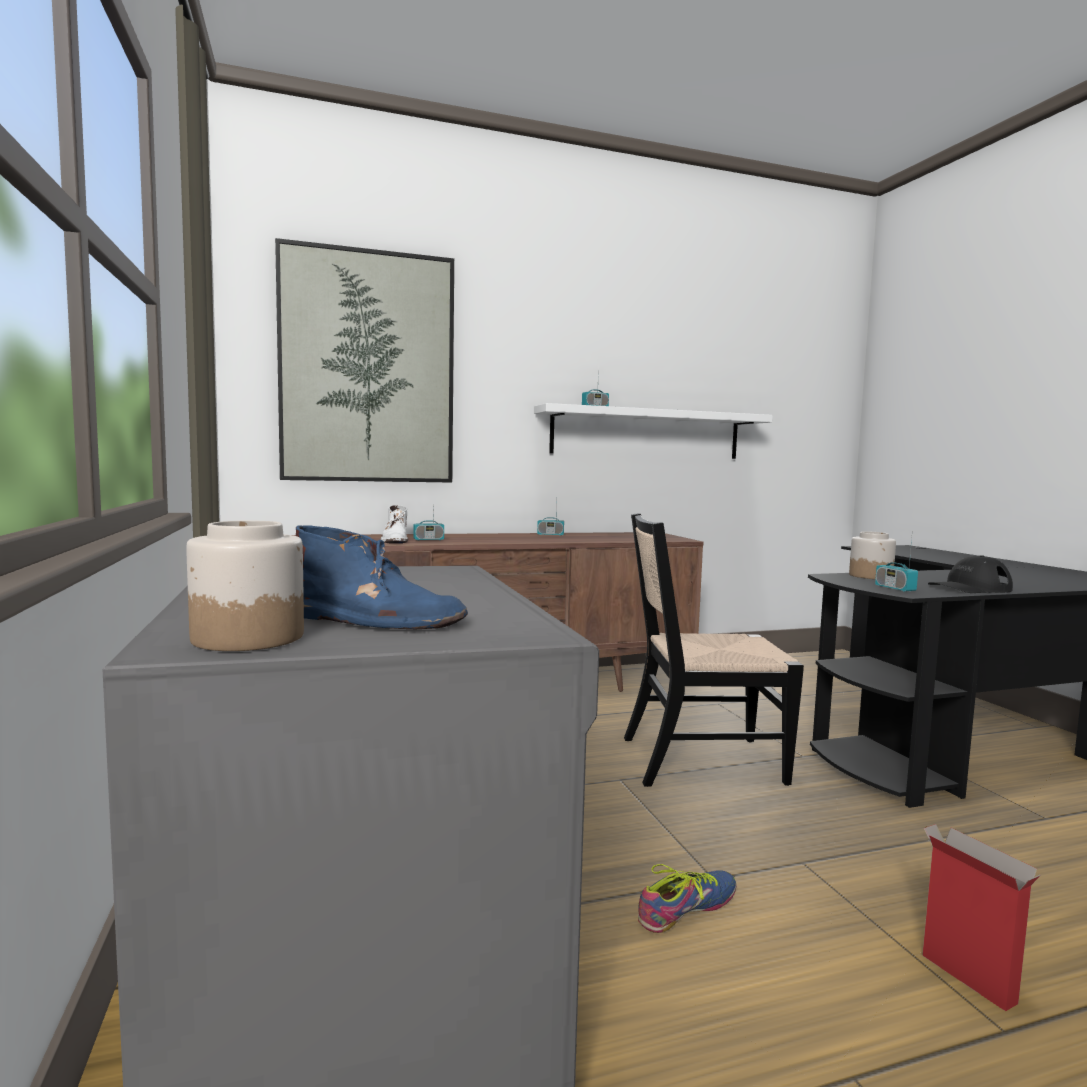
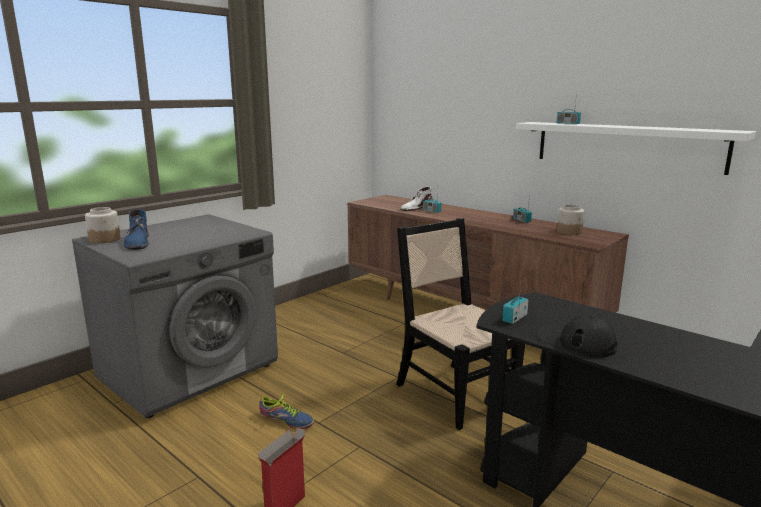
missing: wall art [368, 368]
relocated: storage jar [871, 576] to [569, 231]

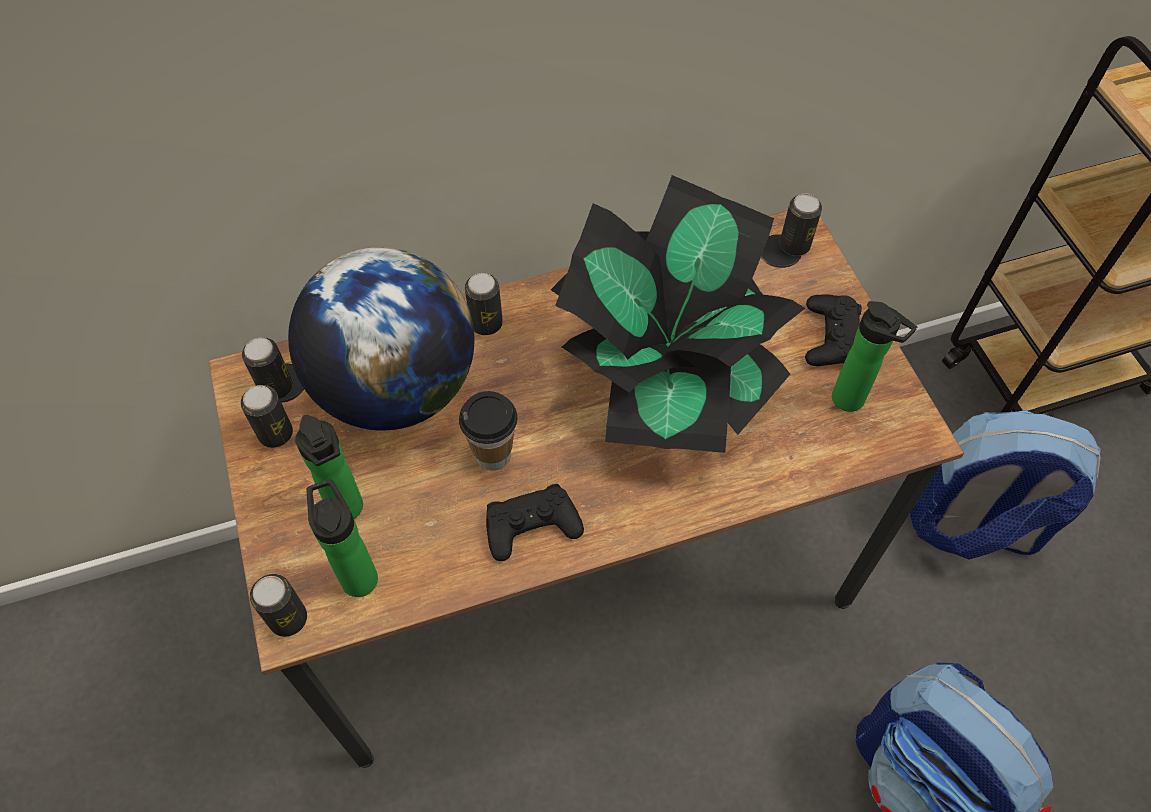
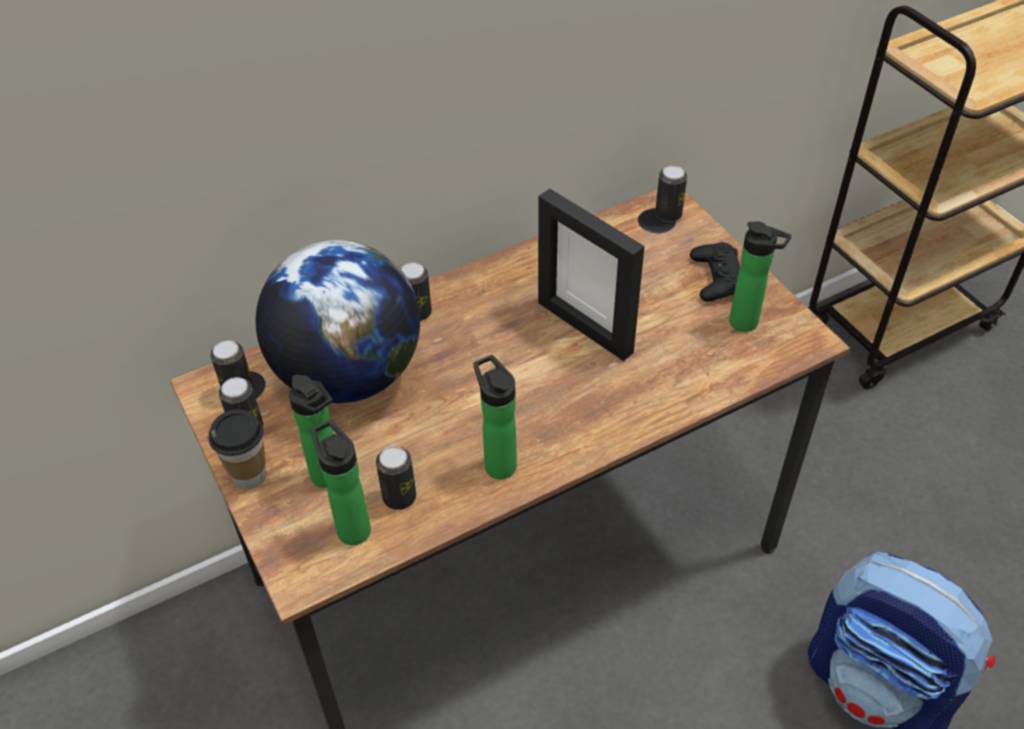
missing: backpack [971, 524]
relocated: cup [493, 455] to [249, 475]; metal can [288, 619] to [399, 497]
exchanged: joypad/black-coloured [532, 526] to drink bottle [498, 463]; plant in a pot [668, 372] to picture frame [586, 326]

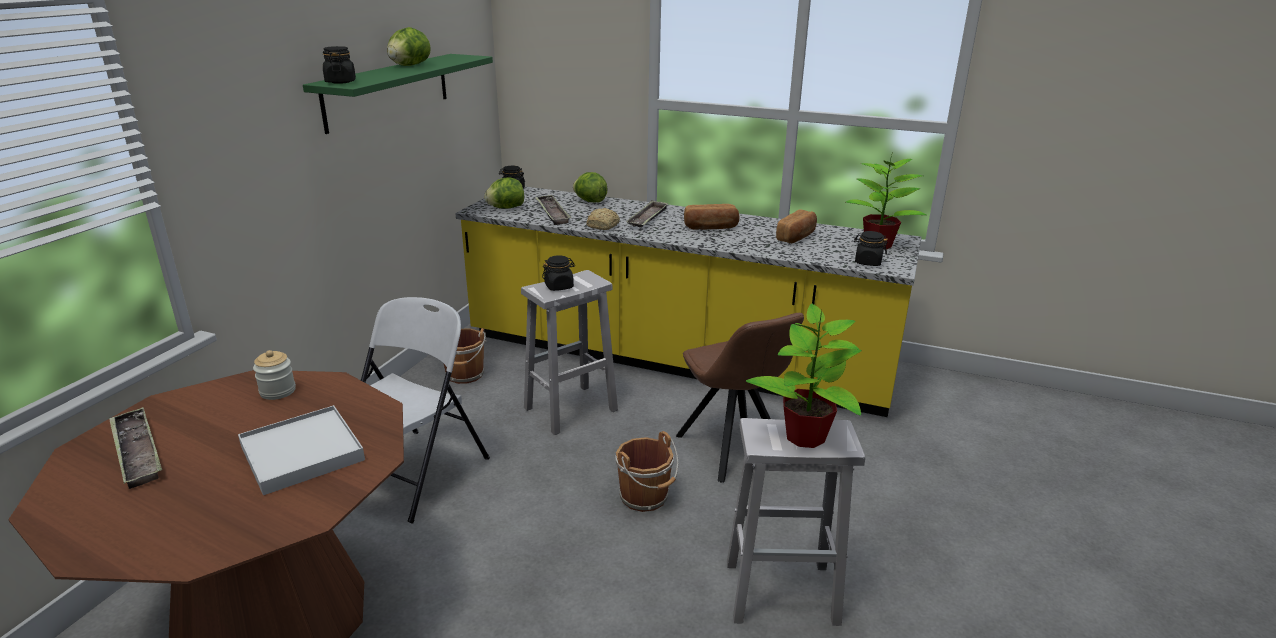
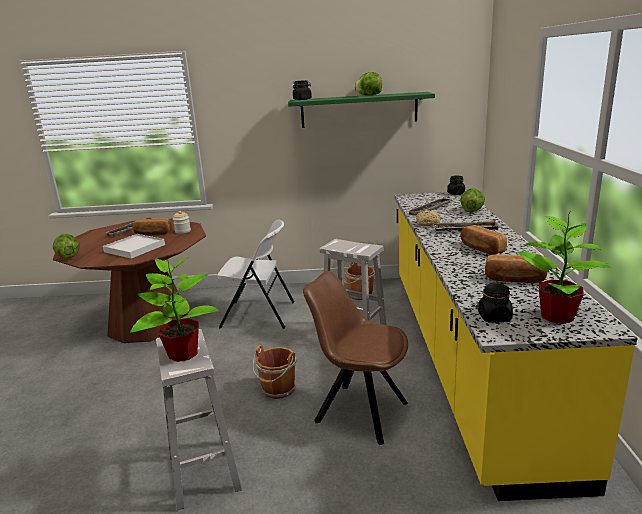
missing: storage jar/black-coloured [559, 286]
appeared: bread [152, 234]
relocated: lettuce [506, 208] to [68, 257]
spun: chair/brownish [732, 449] = [360, 412] 75 degrees clockwise

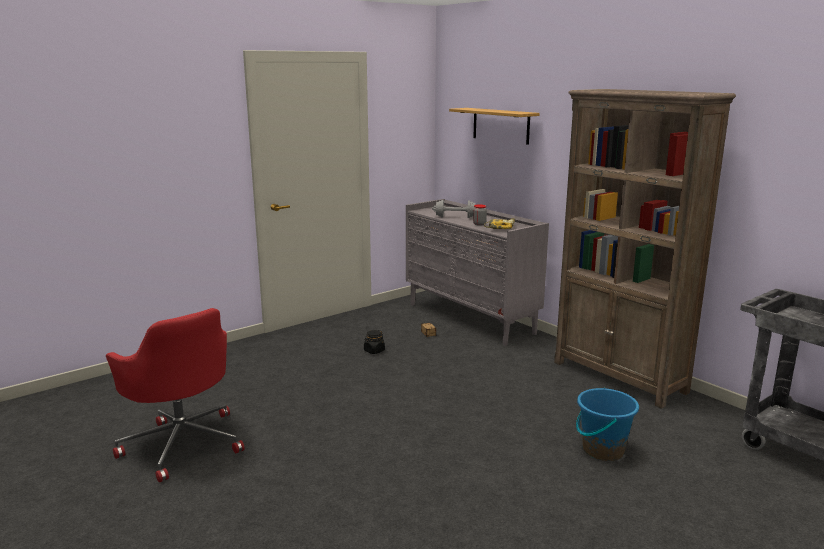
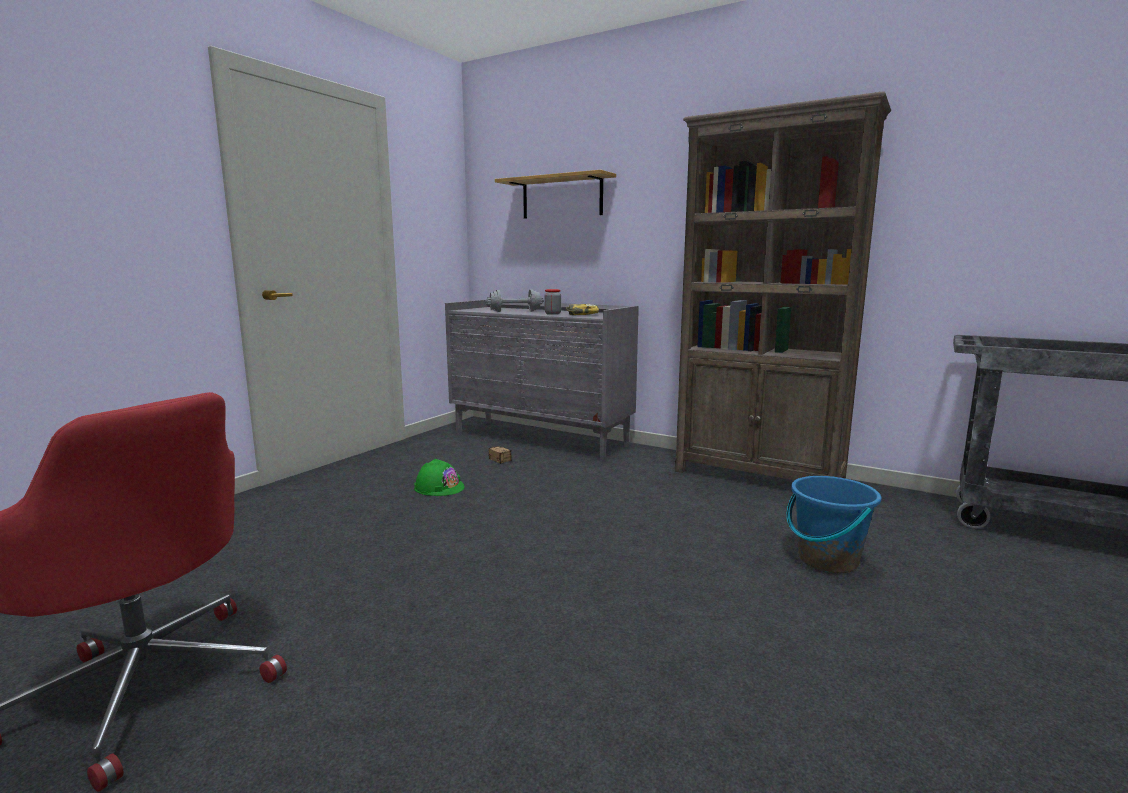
exchanged: storage jar/black-coloured [374, 351] to work helmet/green-coloured [439, 487]

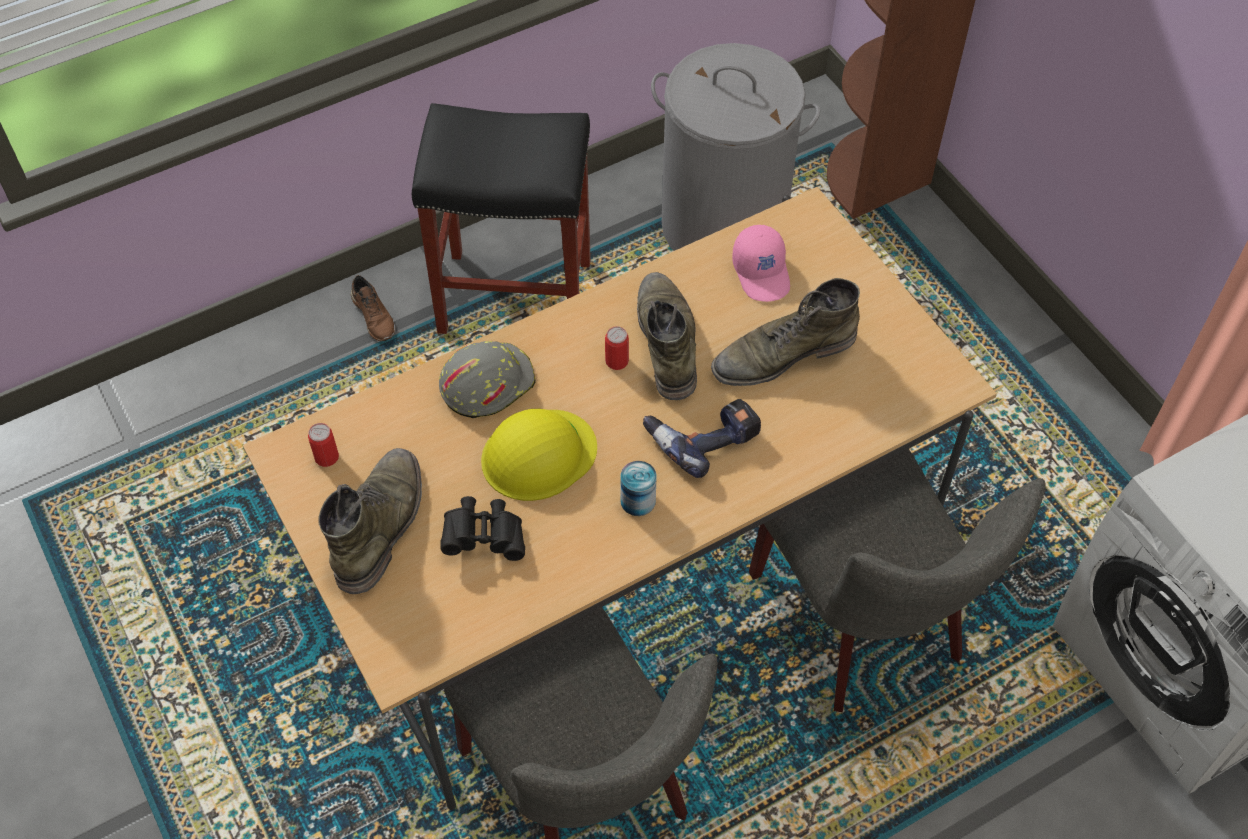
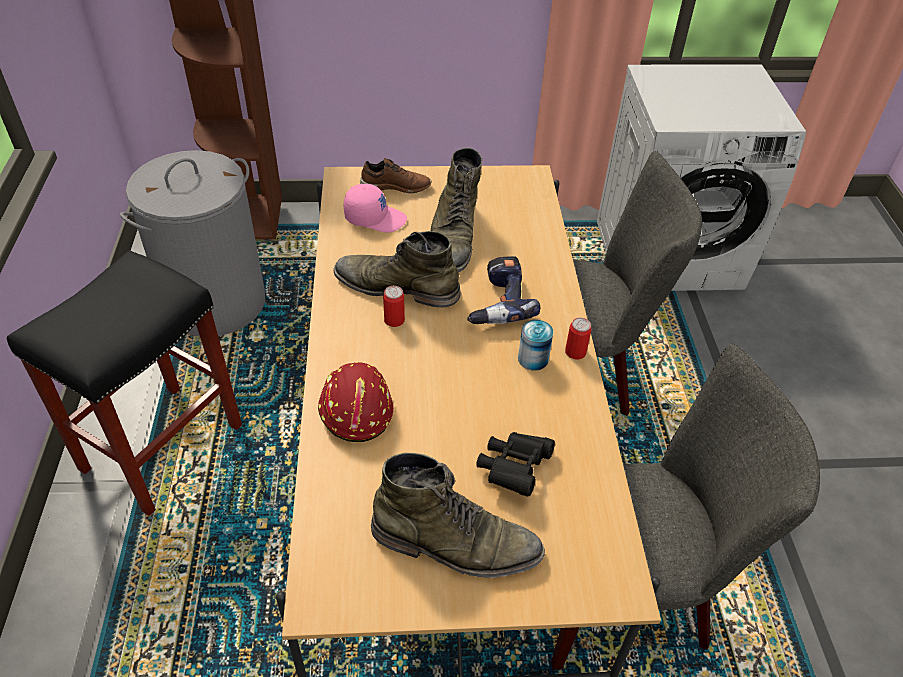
missing: work helmet/yellow [538, 455]
relocated: item of footwear/brownish [374, 316] to [396, 186]; metal can [326, 457] to [575, 352]
colour: work helmet/gray [486, 383] to work helmet/reddish [355, 407]
spun: tall boot/green-coloured [380, 525] = [456, 544] 150 degrees clockwise

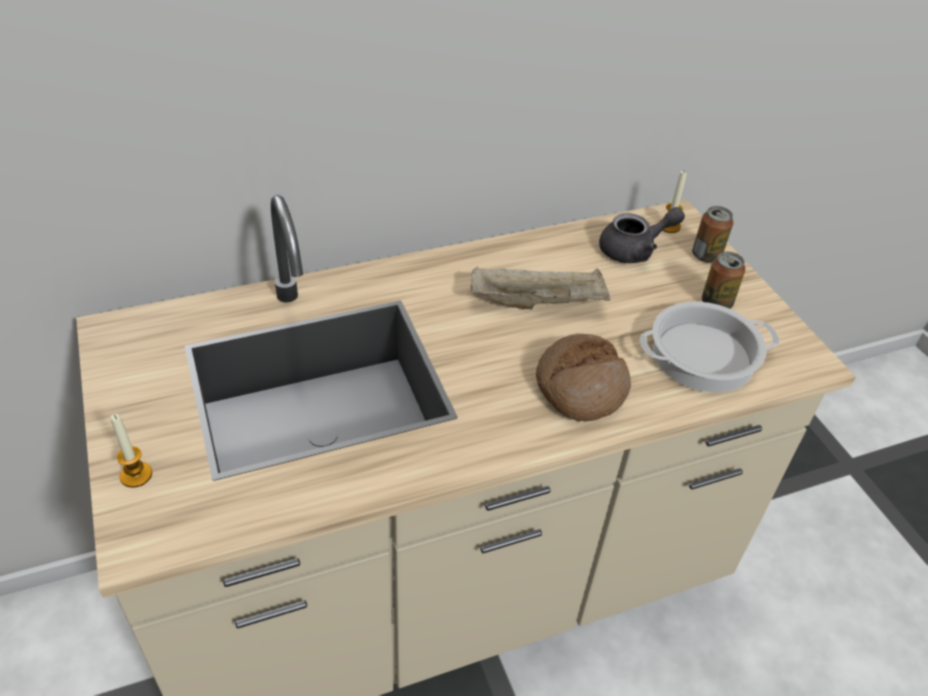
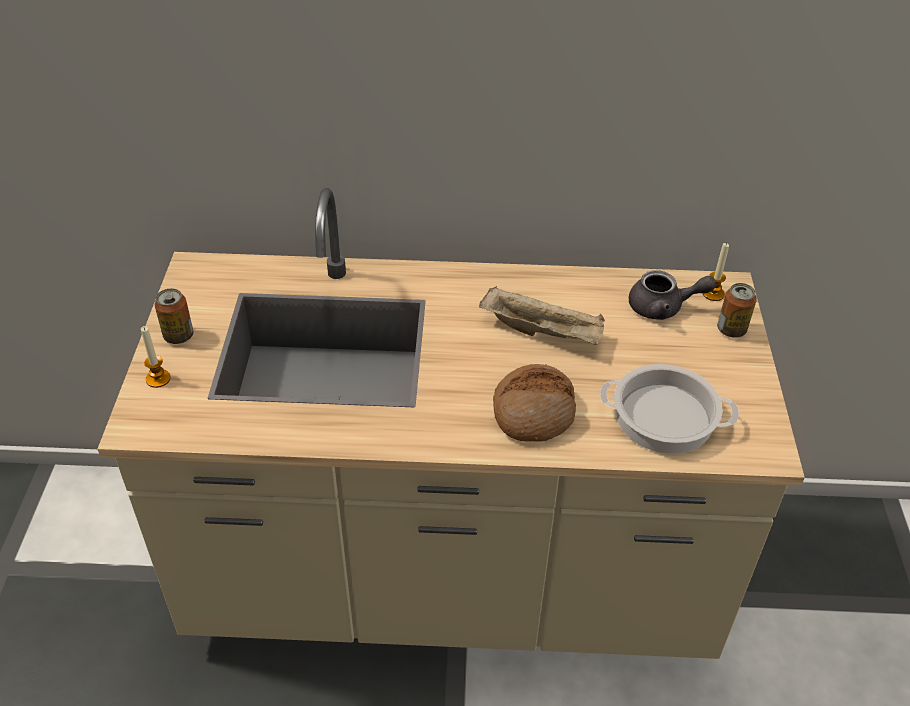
relocated: metal can [716, 303] to [178, 336]

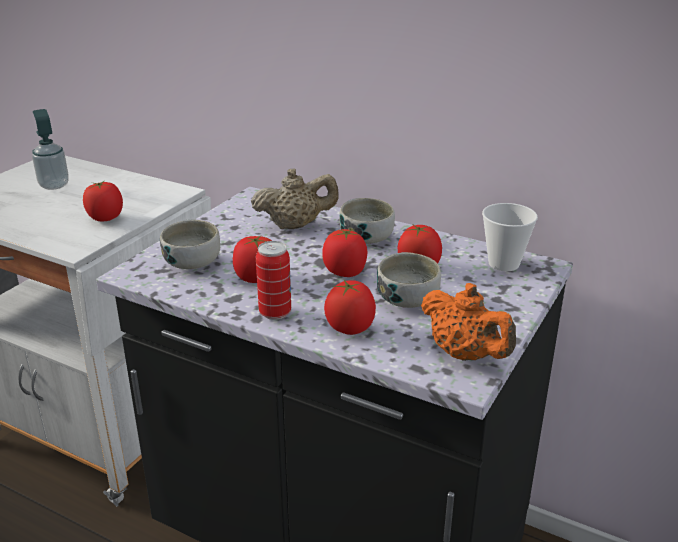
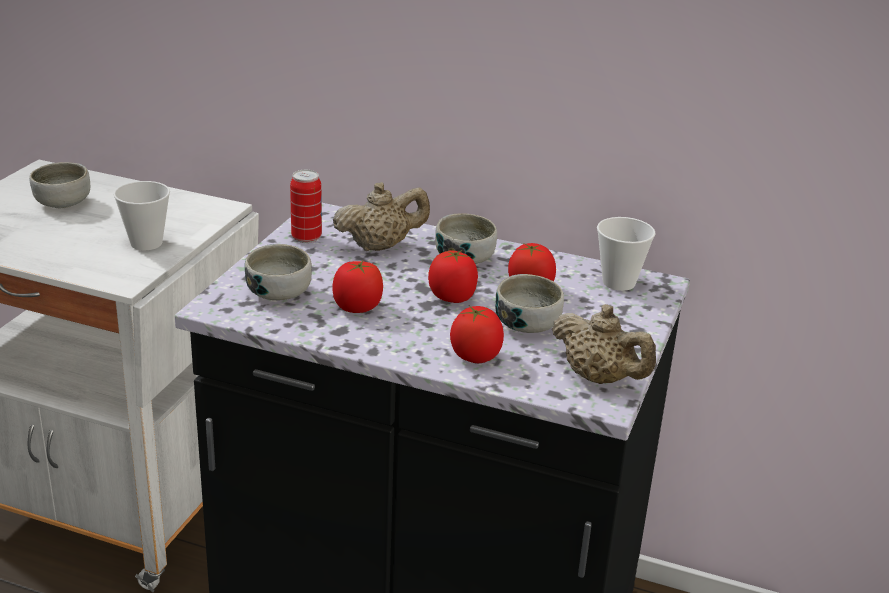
relocated: metal can [275, 313] to [306, 238]
exchanged: soap bottle [54, 185] to bowl [62, 203]; tomato [106, 218] to cup [146, 243]
colour: teapot/orange [465, 355] to teapot/beige-coloured [599, 378]

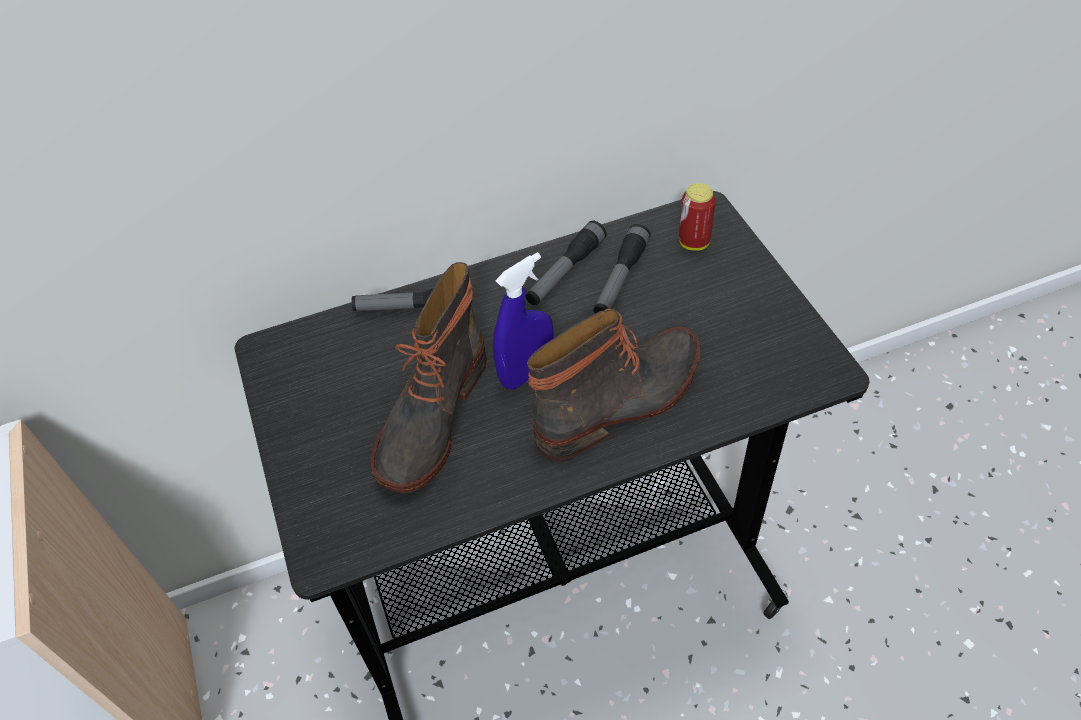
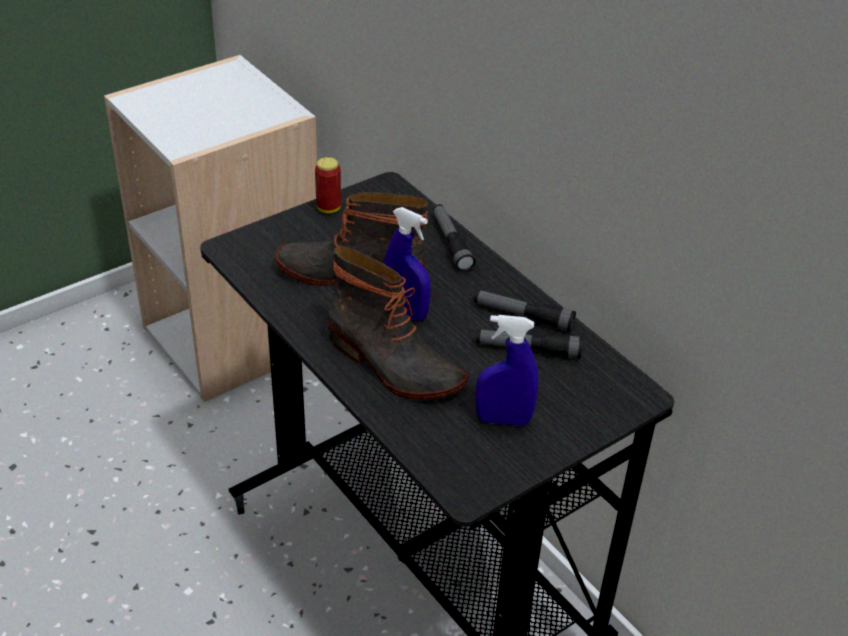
appeared: hand sprayer/blue-coloured [503, 420]
relocated: metal can [694, 243] to [328, 208]

